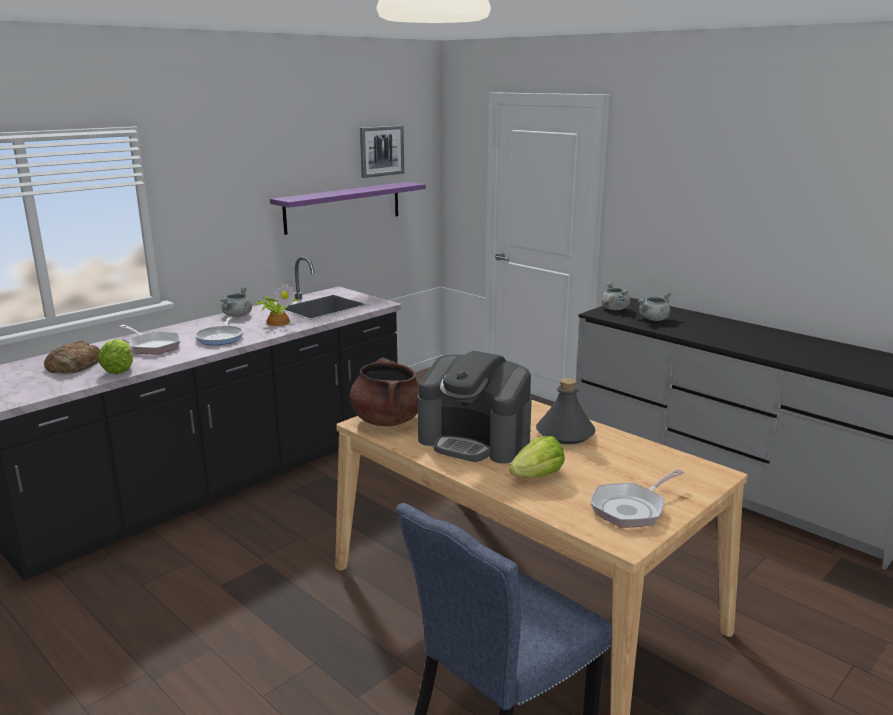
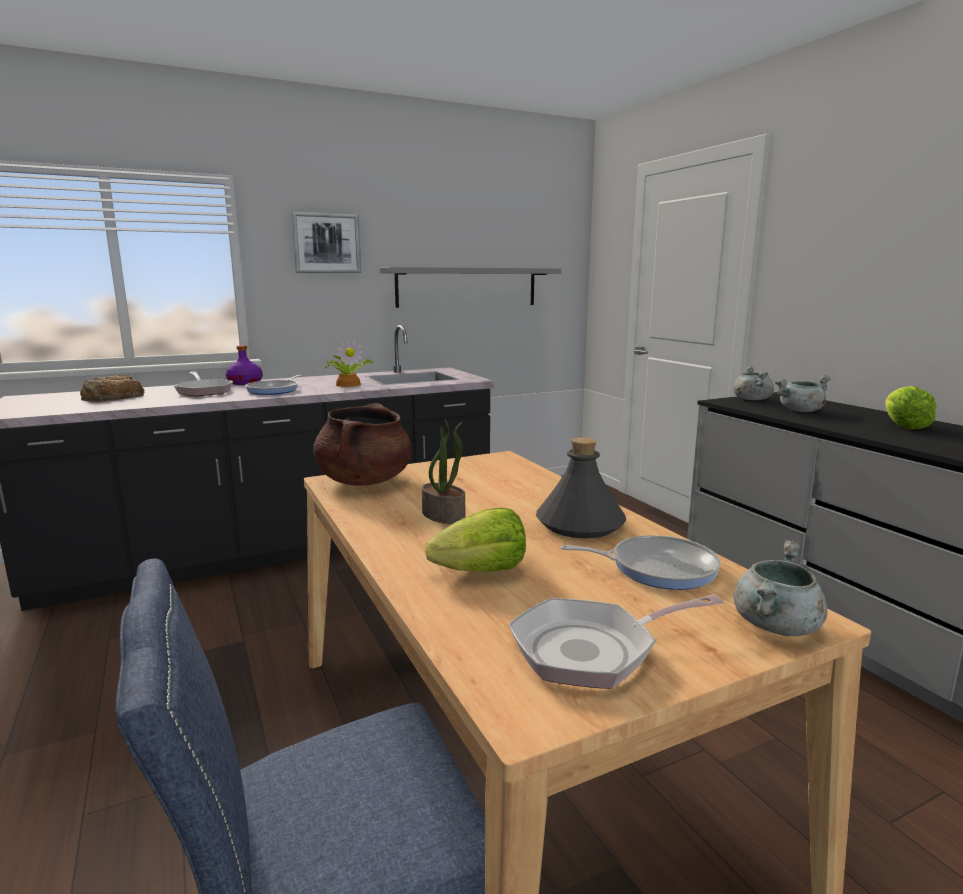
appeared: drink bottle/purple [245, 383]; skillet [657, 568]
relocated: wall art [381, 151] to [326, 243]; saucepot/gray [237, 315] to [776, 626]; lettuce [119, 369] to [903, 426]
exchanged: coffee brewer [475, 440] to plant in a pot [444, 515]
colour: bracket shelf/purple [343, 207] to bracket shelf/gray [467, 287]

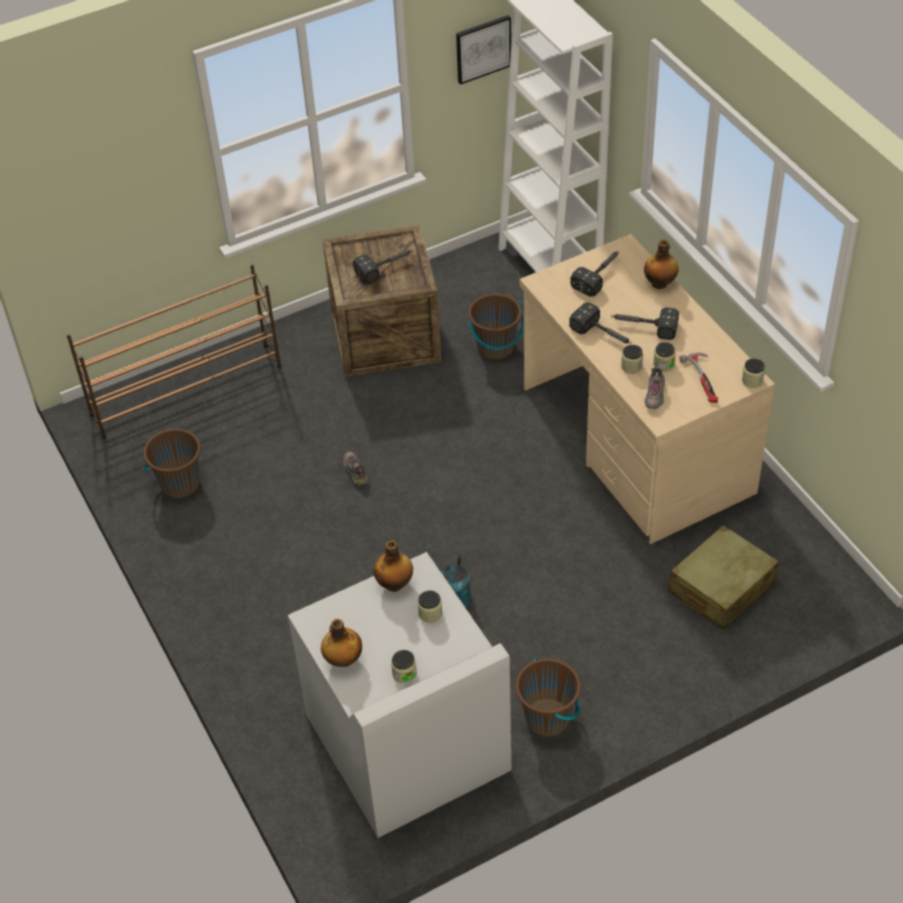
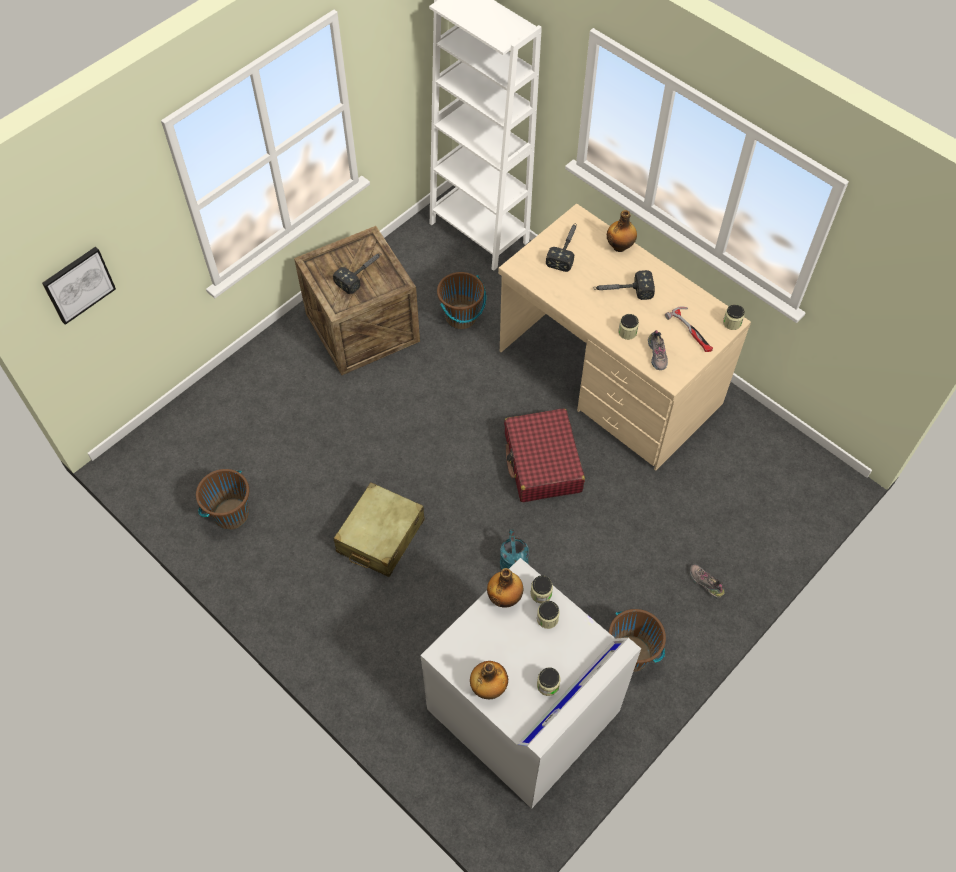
missing: shoe stand/brownish [187, 390]; hand hammer [603, 335]
appeared: piece of luggage/reddish [542, 463]
relocated: wall art [482, 48] to [78, 284]; piece of luggage/beige-coloured [720, 588] to [380, 536]; storage jar [663, 364] to [541, 593]; item of footwear [355, 472] to [705, 583]

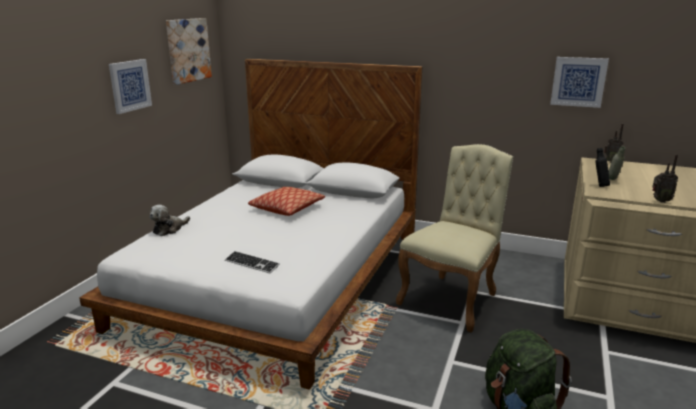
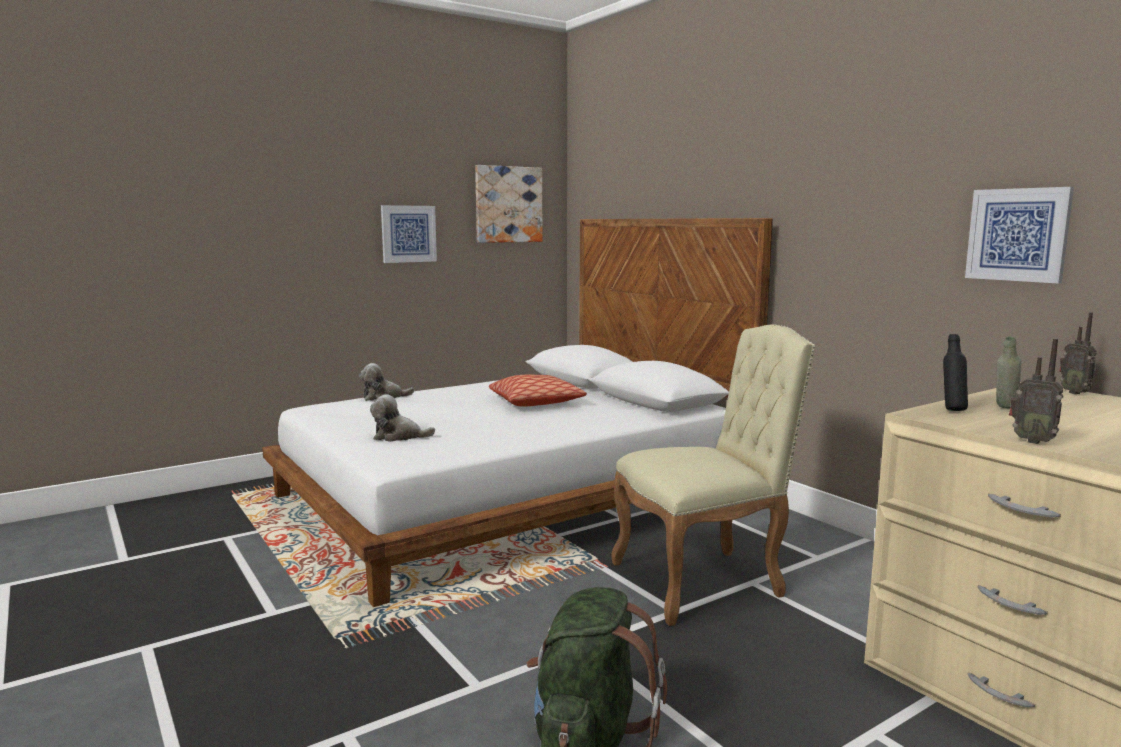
exchanged: PC keyboard [252, 263] to plush toy [398, 436]

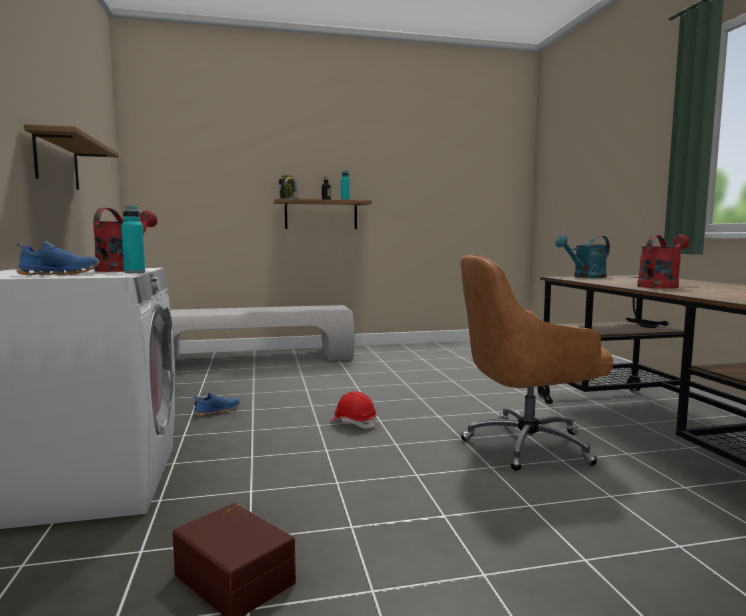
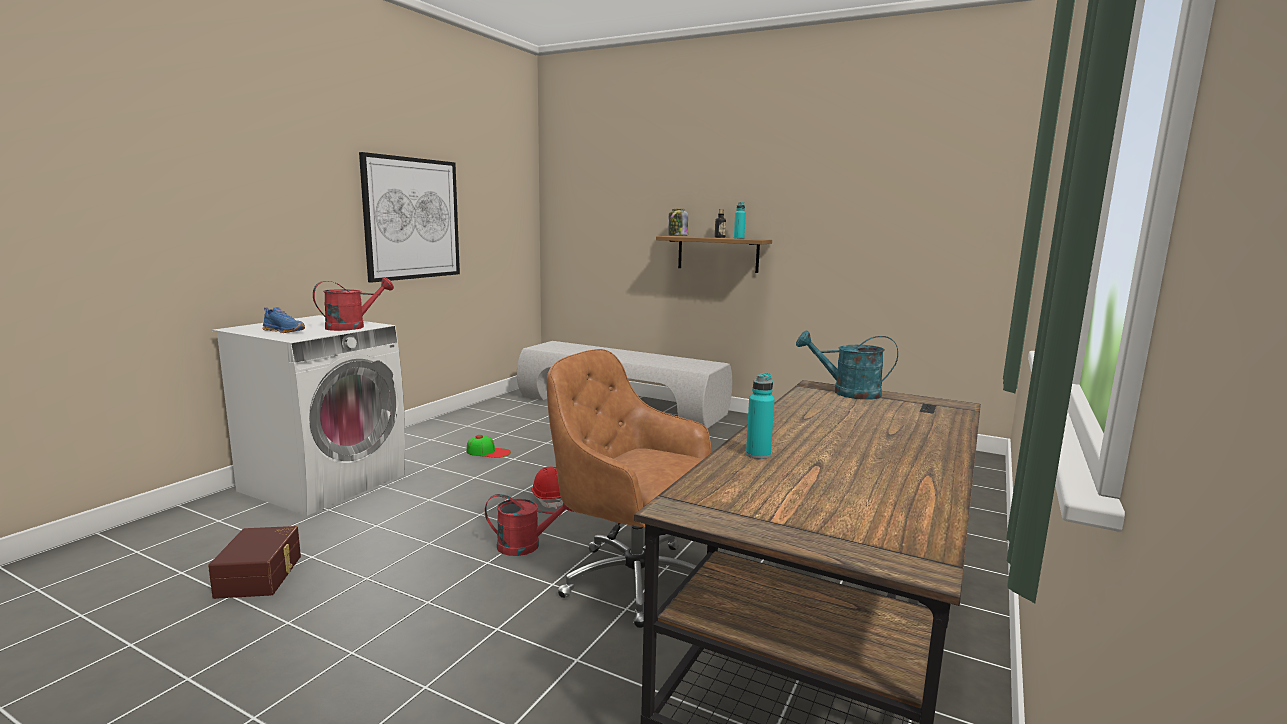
relocated: watering pot/reddish [660, 286] to [527, 546]; drink bottle/blue-green [134, 272] to [758, 454]
exchanged: bracket shelf [57, 162] to wall art [412, 218]; item of footwear/blue-coloured [216, 411] to cap [488, 452]

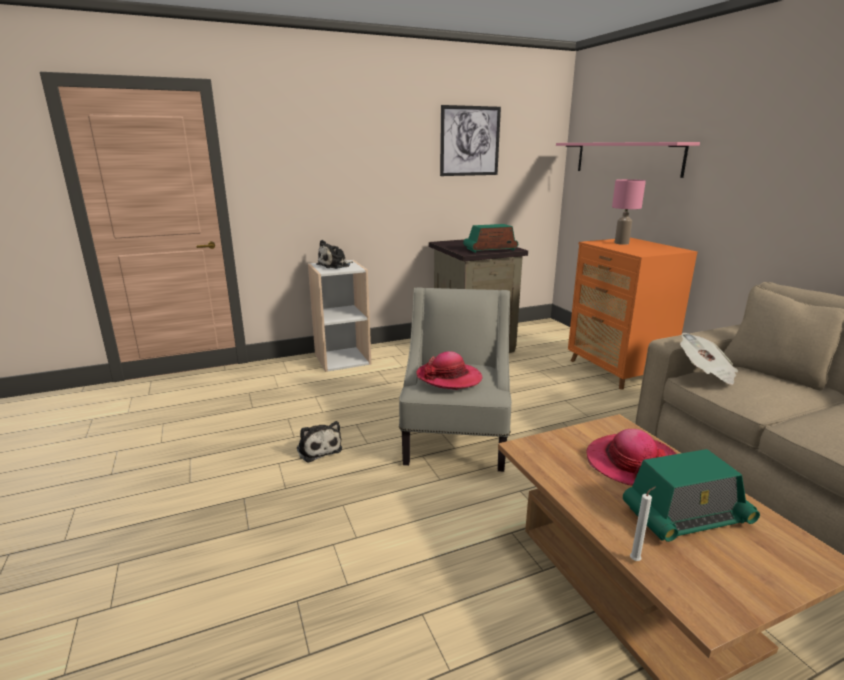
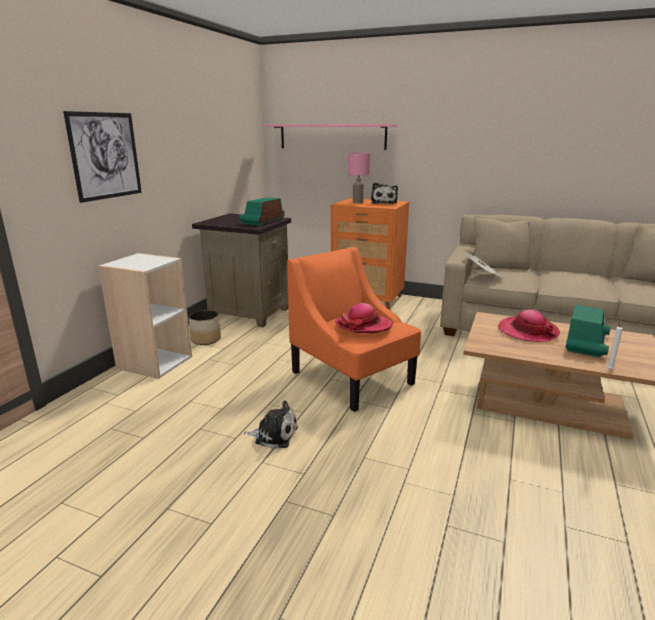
appeared: planter [206, 339]
relocated: wall art [470, 141] to [105, 156]; plush toy [335, 265] to [384, 203]
colour: armchair/gray [456, 437] to armchair/orange [353, 378]

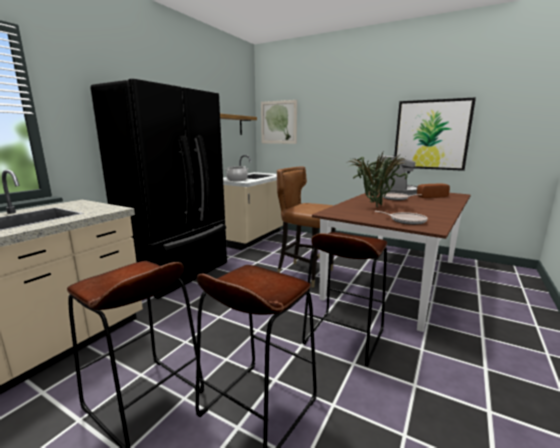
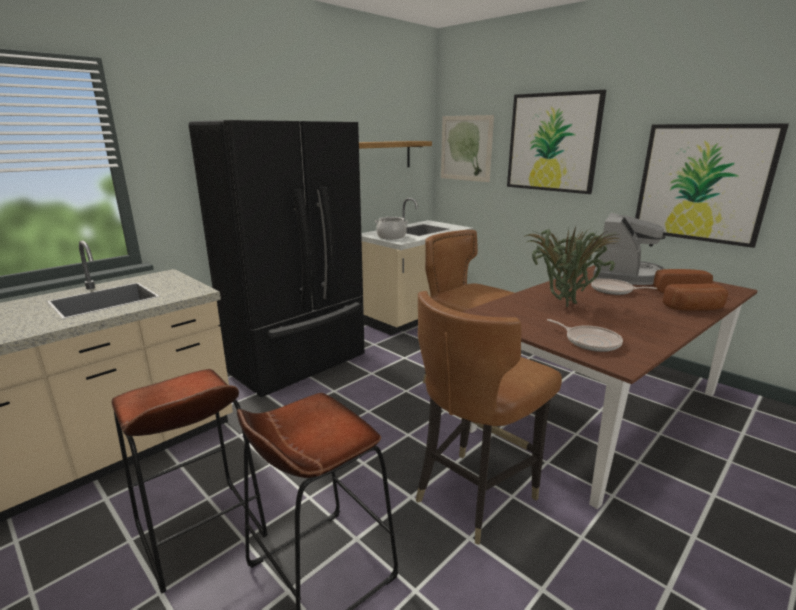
appeared: wall art [552, 142]; bread [695, 309]
exchanged: stool/brownish [343, 337] to chair/brownish [474, 495]

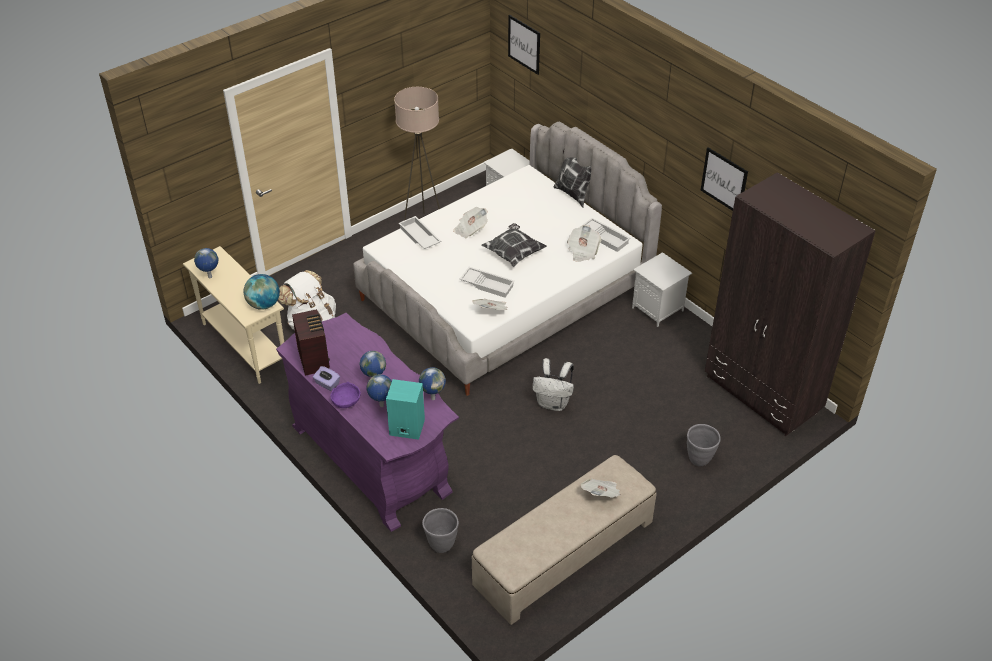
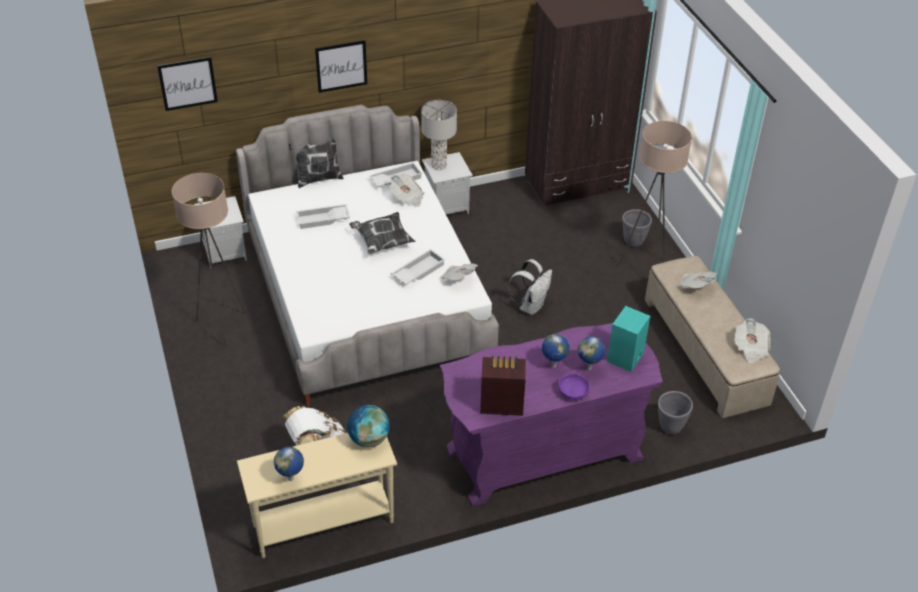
missing: box of tissues/purple [327, 384]; globe [432, 398]
appeared: lamp for a table/white-coloured [439, 165]; standard lamp/beige-coloured [645, 271]
relocated: serving tray/white-coloured [419, 237] to [323, 220]; wall art [724, 180] to [341, 66]; daily paper [470, 229] to [750, 348]

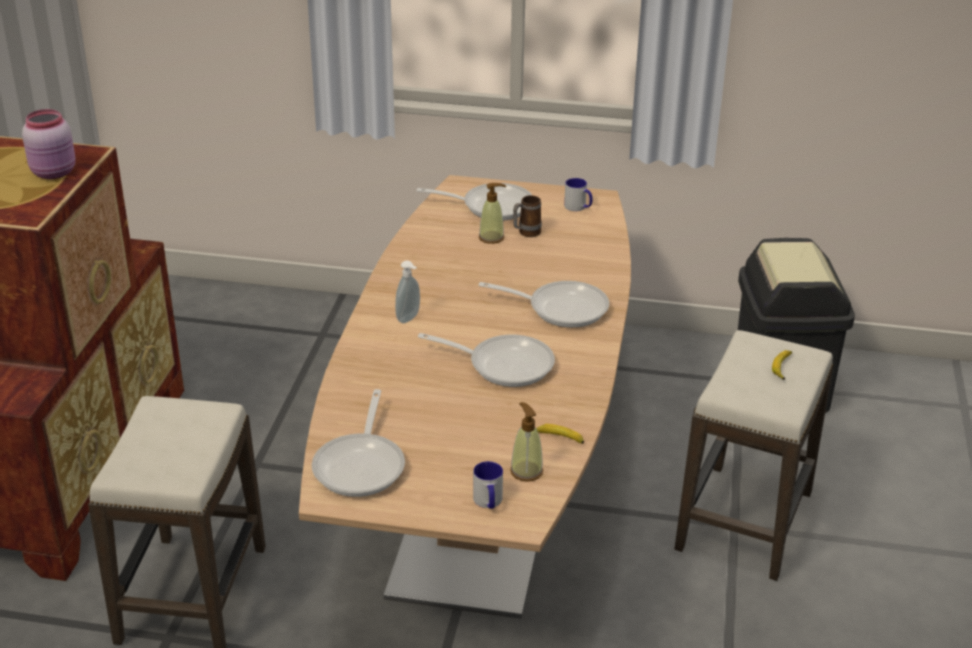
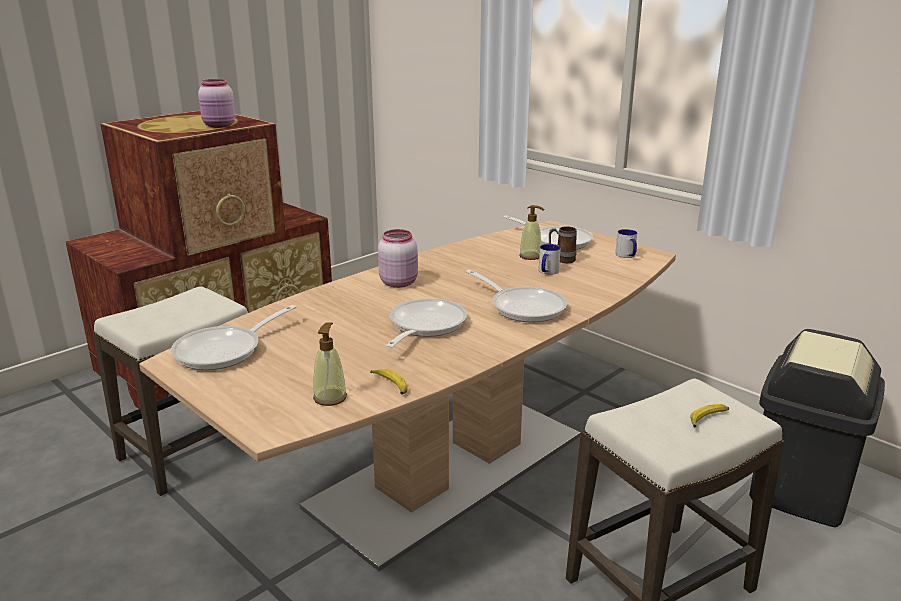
relocated: tea mug [488, 502] to [547, 272]
exchanged: soap bottle [409, 318] to storage jar/pink-coloured [399, 282]
spun: skillet [503, 364] = [424, 326] 120 degrees counterclockwise

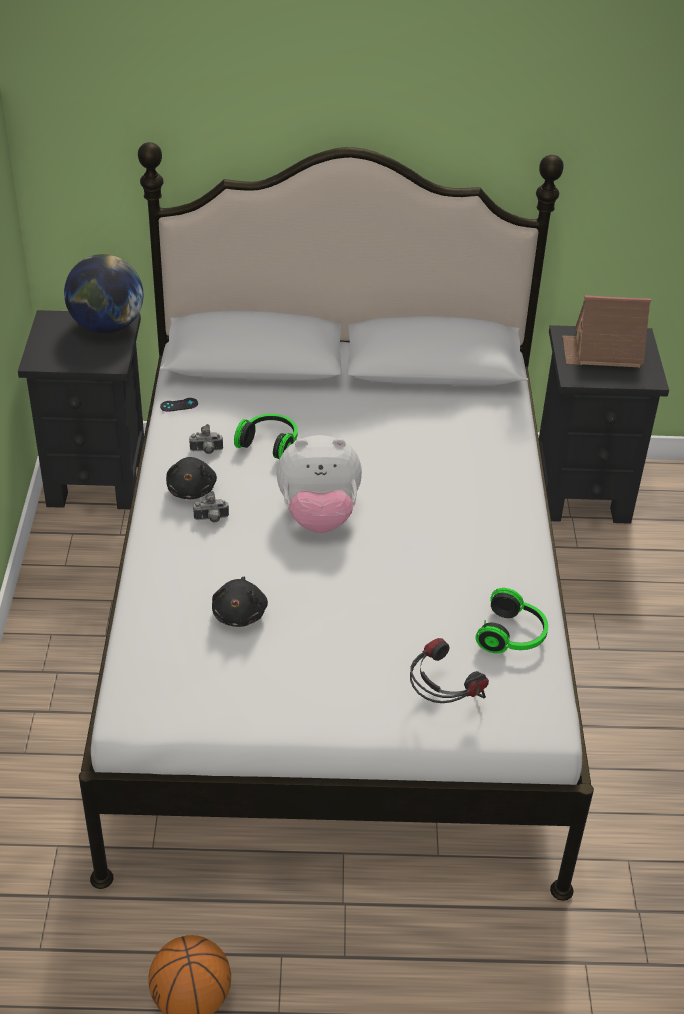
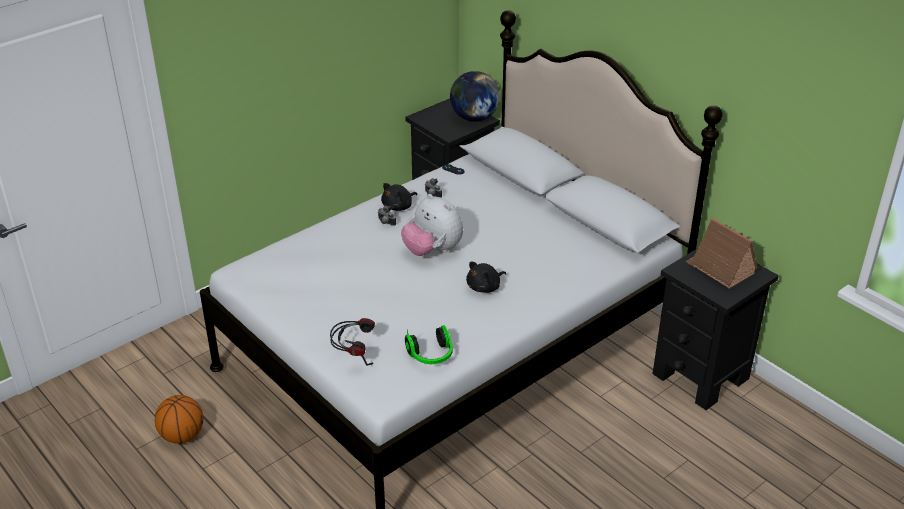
missing: headset [270, 444]
relocated: plush toy/black-coloured [240, 613] to [485, 287]

